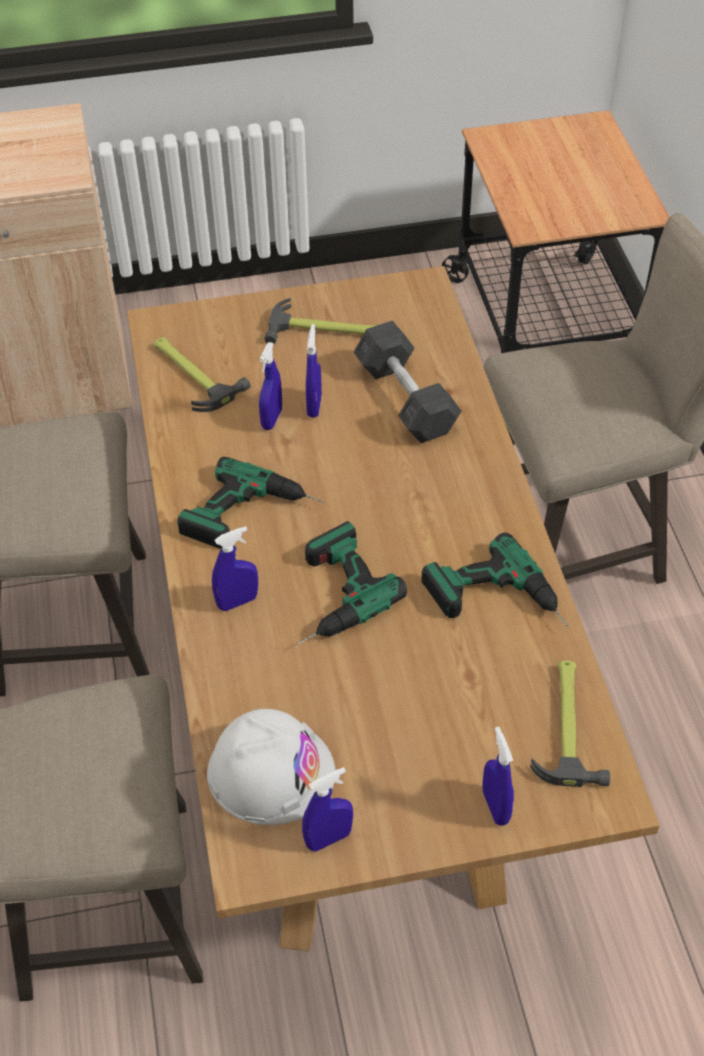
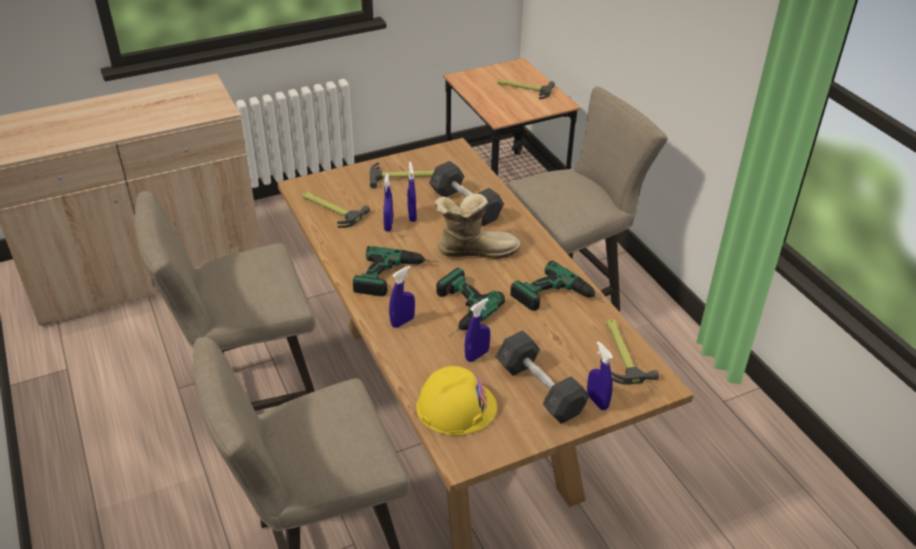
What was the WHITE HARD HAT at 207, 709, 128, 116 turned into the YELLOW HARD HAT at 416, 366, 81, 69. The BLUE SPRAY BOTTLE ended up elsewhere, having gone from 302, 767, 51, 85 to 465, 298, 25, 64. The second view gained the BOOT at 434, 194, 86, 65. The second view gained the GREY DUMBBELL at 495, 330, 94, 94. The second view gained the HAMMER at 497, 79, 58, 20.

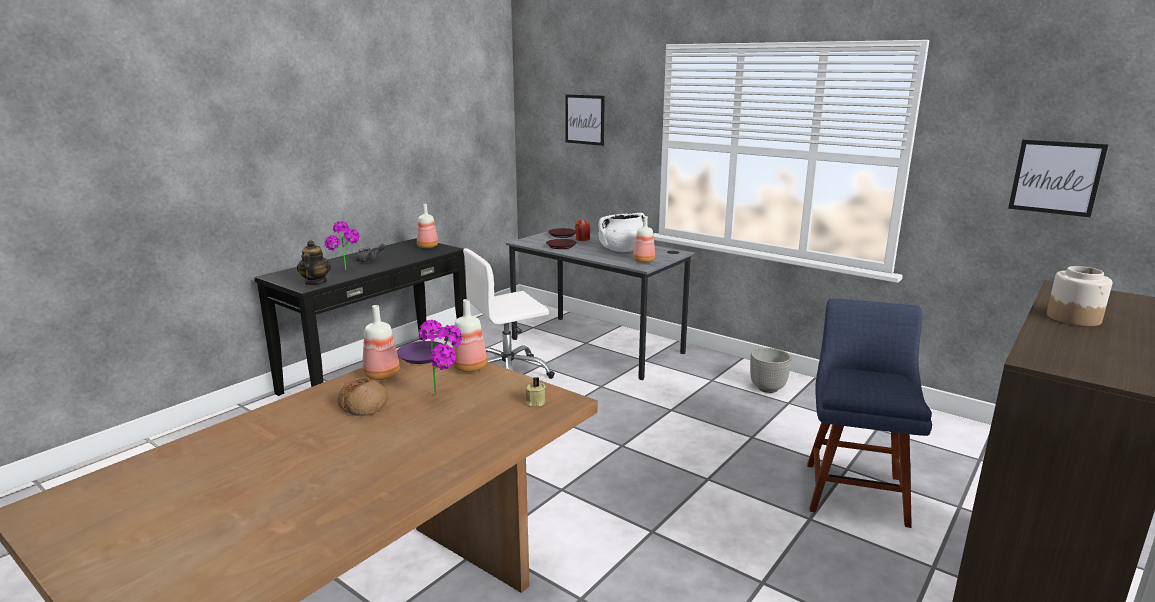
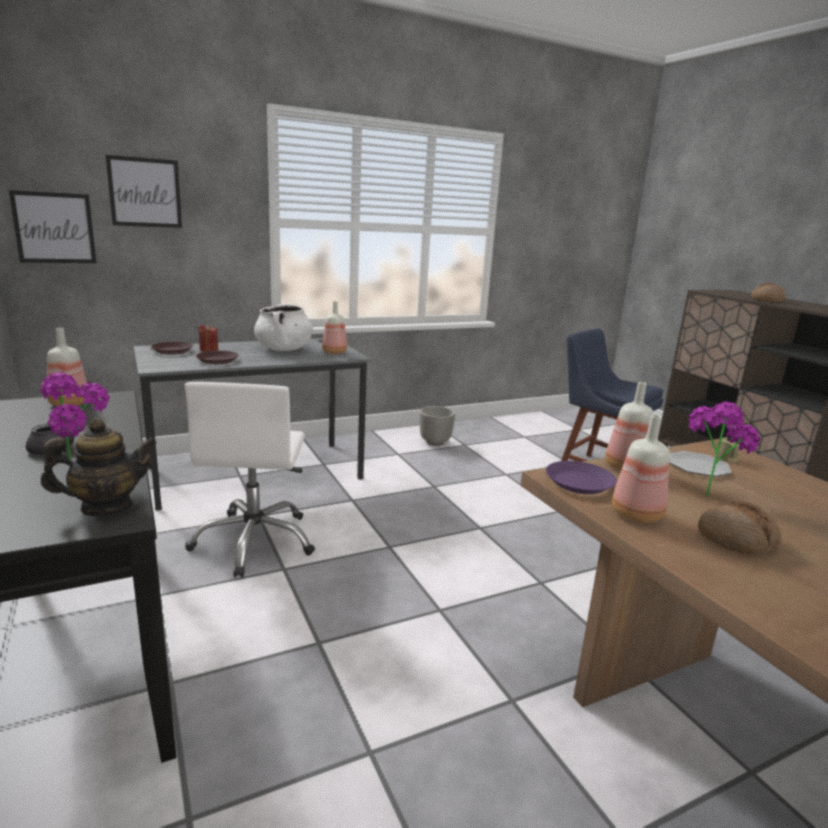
The TEAPOT at 297, 240, 34, 45 ended up facing another way, 135 degrees clockwise from before. The PICTURE ended up elsewhere, having gone from 1008, 140, 101, 77 to 9, 190, 87, 73. Where the JAR stood at 1047, 266, 65, 60, the BREAD came to stand at 751, 283, 35, 20. The second view gained the PLATE at 669, 451, 63, 26.

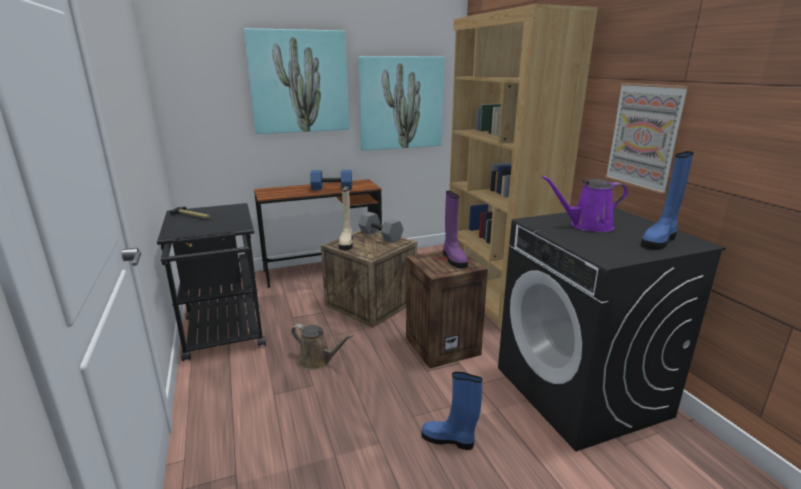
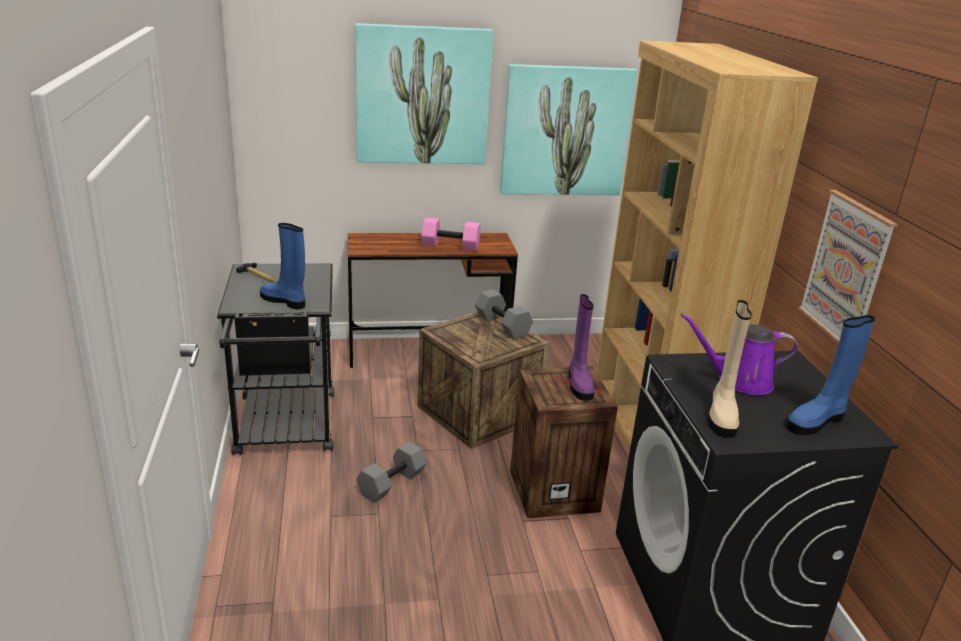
Where the BROWN WATERING CAN stood at 291, 324, 62, 46, the GREY DUMBBELL came to stand at 356, 442, 71, 61. What was the BLUE DUMBBELL at 310, 170, 42, 20 turned into the PINK DUMBBELL at 421, 217, 59, 34. The BEIGE BOOT ended up elsewhere, having gone from 339, 185, 14, 65 to 708, 300, 44, 138. The BLUE BOOT ended up elsewhere, having gone from 422, 372, 60, 78 to 260, 223, 45, 86.

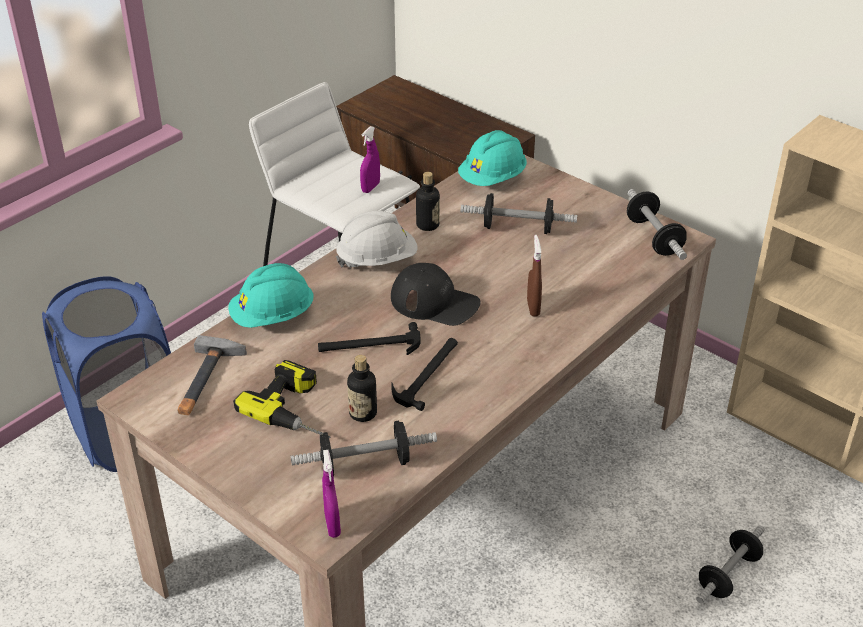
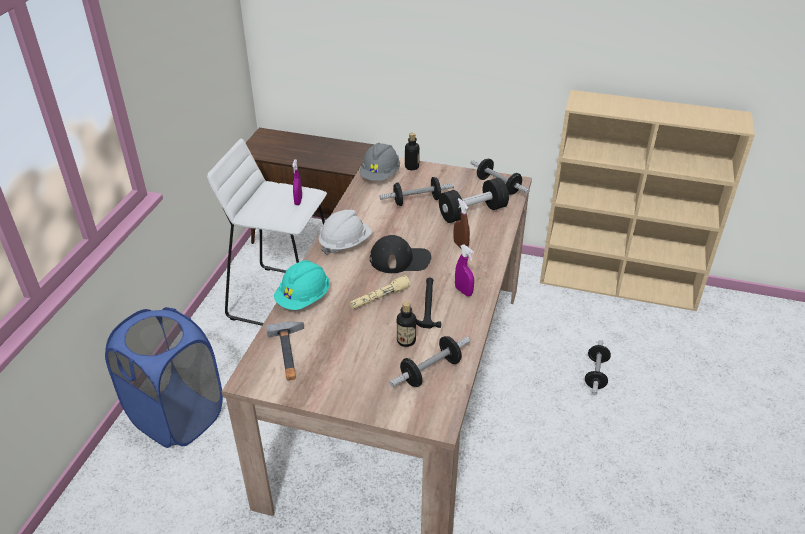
The second view lost the POWER DRILL at 233, 360, 97, 78. Where the HAMMER stood at 318, 322, 103, 33, the BEIGE FLASHLIGHT came to stand at 350, 275, 60, 34. The PURPLE SPRAY BOTTLE ended up elsewhere, having gone from 322, 450, 19, 88 to 455, 245, 19, 52. The BOTTLE ended up elsewhere, having gone from 416, 172, 24, 59 to 405, 133, 15, 37. What was the TURQUOISE HARD HAT at 458, 130, 69, 56 turned into the GREY HARD HAT at 360, 143, 40, 38. The second view gained the BLACK DUMBBELL at 439, 178, 70, 45.

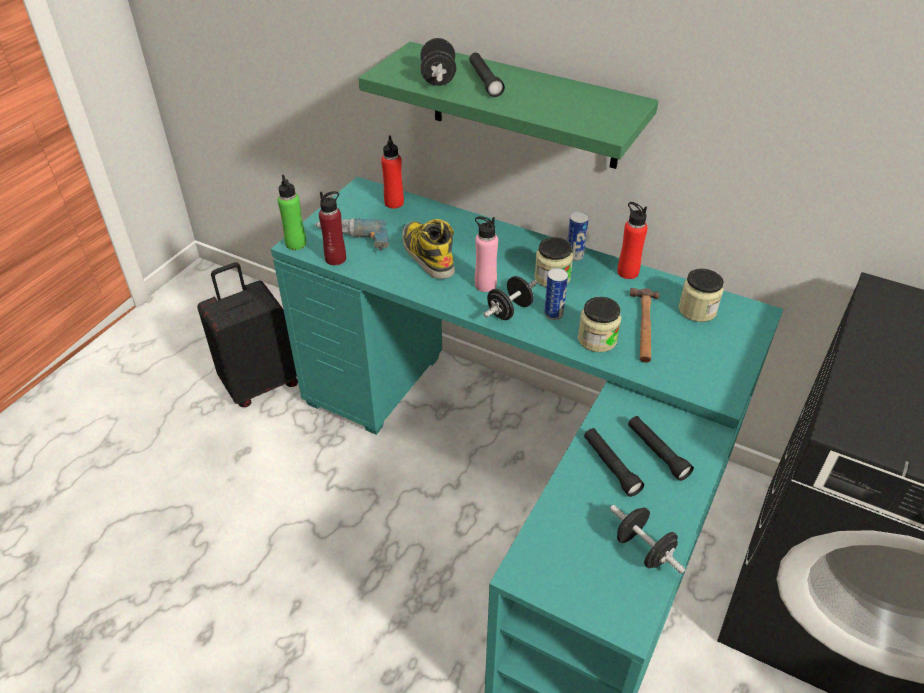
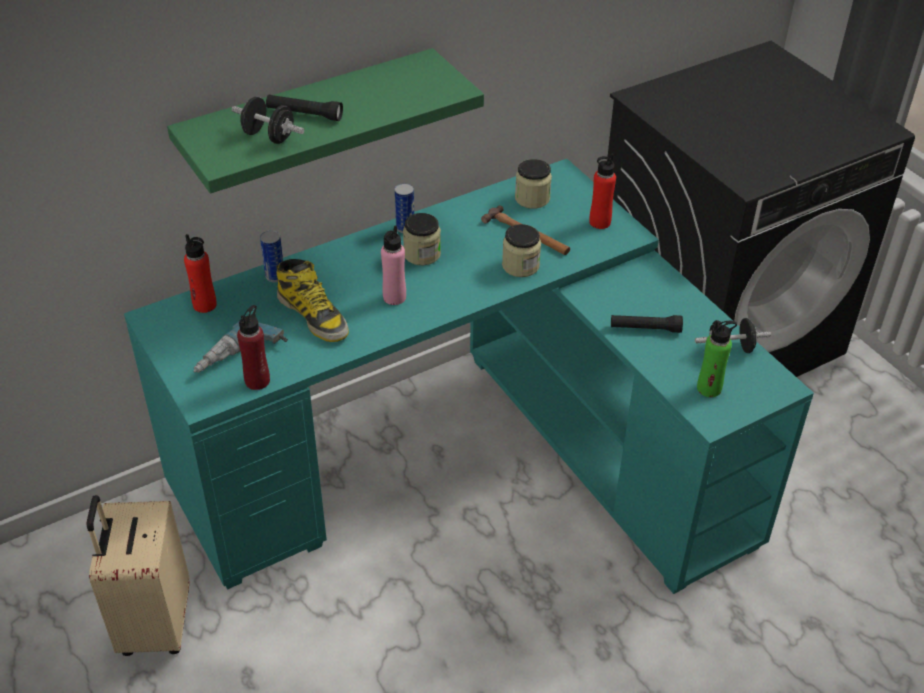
What was the BLACK SUITCASE at 197, 262, 101, 145 turned into the BEIGE SUITCASE at 87, 495, 103, 161. The GREEN BOTTLE ended up elsewhere, having gone from 277, 175, 29, 75 to 697, 320, 40, 77. The BOOT at 402, 219, 53, 60 ended up facing another way, 135 degrees counterclockwise from before. The second view lost the BLACK DUMBBELL at 483, 276, 54, 44. The CAN ended up elsewhere, having gone from 544, 268, 24, 52 to 260, 231, 23, 51. The RED BOTTLE ended up elsewhere, having gone from 617, 202, 31, 77 to 589, 154, 27, 75. The second view lost the BLACK FLASHLIGHT at 628, 416, 66, 65.

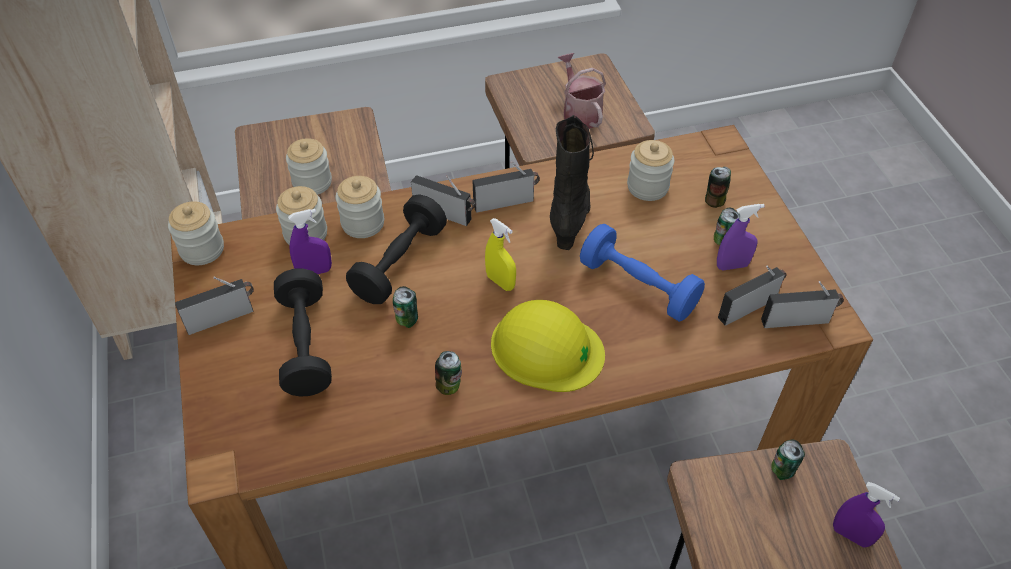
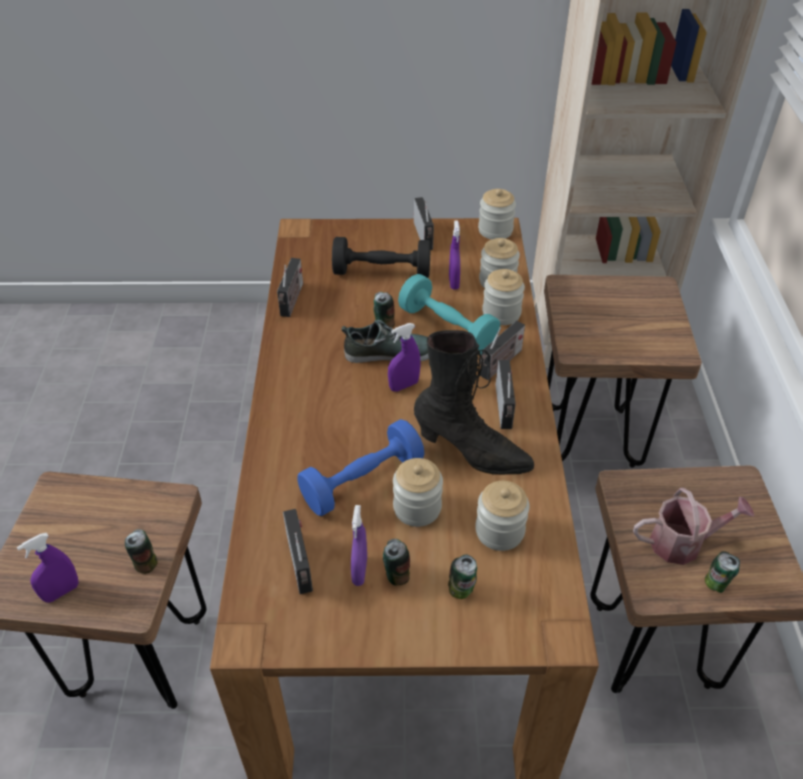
The JAR ended up elsewhere, having gone from 286, 138, 46, 57 to 393, 458, 50, 69. What was the BLACK DUMBBELL at 346, 194, 101, 110 turned into the TURQUOISE DUMBBELL at 398, 274, 102, 81. The CAN ended up elsewhere, having gone from 435, 351, 27, 44 to 705, 551, 35, 42. What was the YELLOW SPRAY BOTTLE at 485, 218, 31, 73 turned into the PURPLE SPRAY BOTTLE at 388, 323, 33, 68. The second view lost the YELLOW HARD HAT at 491, 300, 114, 92. The RADIO ended up elsewhere, having gone from 761, 281, 83, 47 to 277, 258, 26, 59. The second view gained the SHOE at 341, 320, 88, 43.

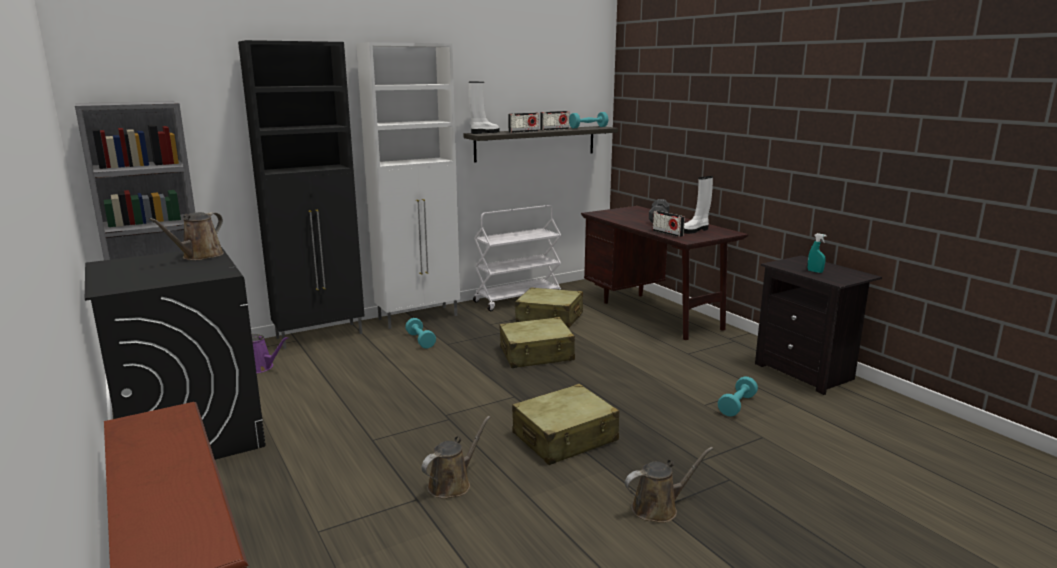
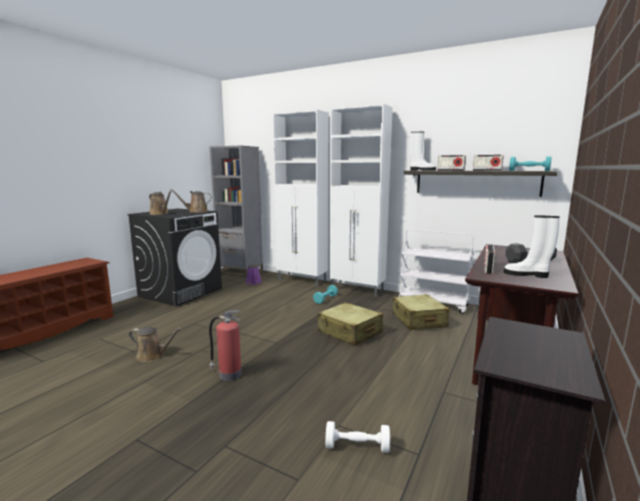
What was the BLACK CABINET at 238, 40, 126, 309 turned into the WHITE CABINET at 272, 109, 57, 178. Where the BEIGE SUITCASE stood at 512, 384, 107, 81, the FIRE EXTINGUISHER came to stand at 209, 310, 33, 71. The BROWN WATERING CAN ended up elsewhere, having gone from 625, 447, 88, 76 to 149, 191, 23, 24. What was the TURQUOISE DUMBBELL at 718, 376, 40, 41 turned into the WHITE DUMBBELL at 325, 421, 65, 32. The second view lost the TURQUOISE SPRAY BOTTLE at 808, 233, 19, 40.

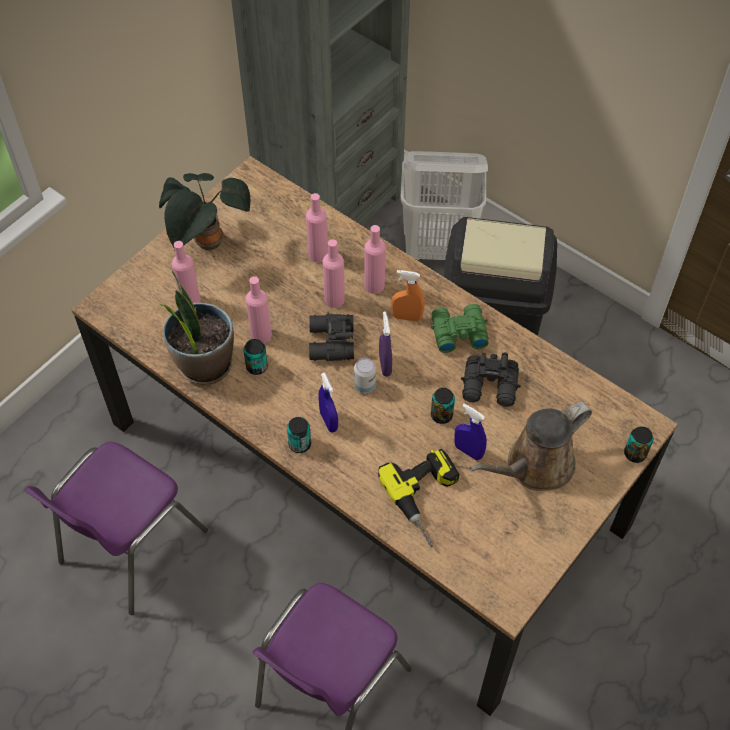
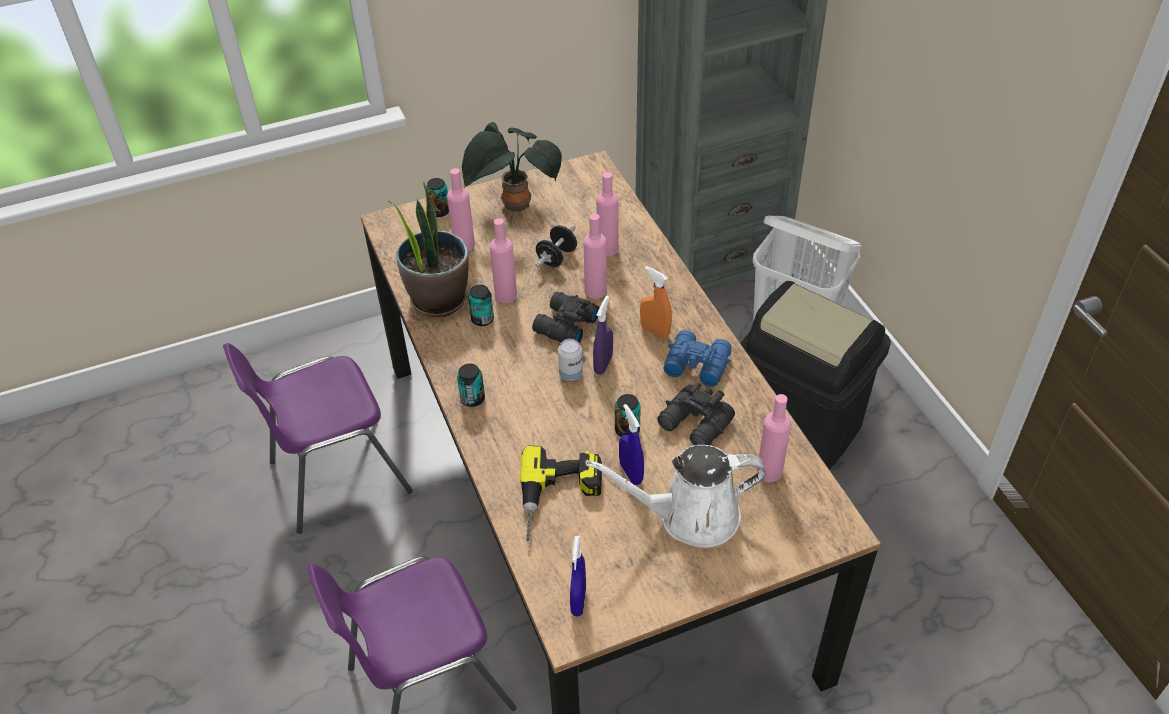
The BLUE SPRAY BOTTLE ended up elsewhere, having gone from 318, 373, 20, 60 to 570, 536, 16, 81. The PINK BOTTLE ended up elsewhere, having gone from 364, 225, 22, 69 to 757, 394, 34, 88. What was the GREEN BINOCULARS at 431, 304, 58, 49 turned into the BLUE BINOCULARS at 663, 330, 69, 57. What was the BROWN WATERING CAN at 469, 402, 123, 89 turned into the WHITE WATERING CAN at 586, 445, 180, 103. The CAN ended up elsewhere, having gone from 624, 426, 29, 37 to 426, 178, 23, 39. The second view gained the BLACK DUMBBELL at 536, 225, 41, 42.

